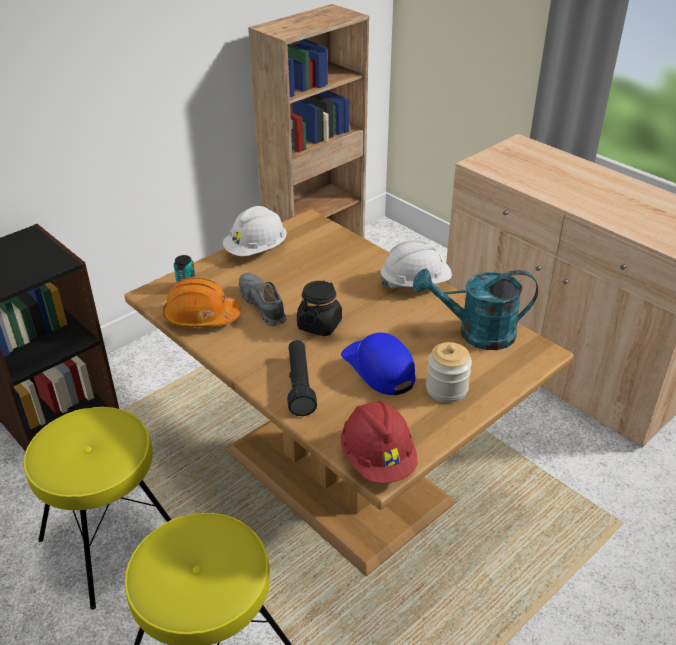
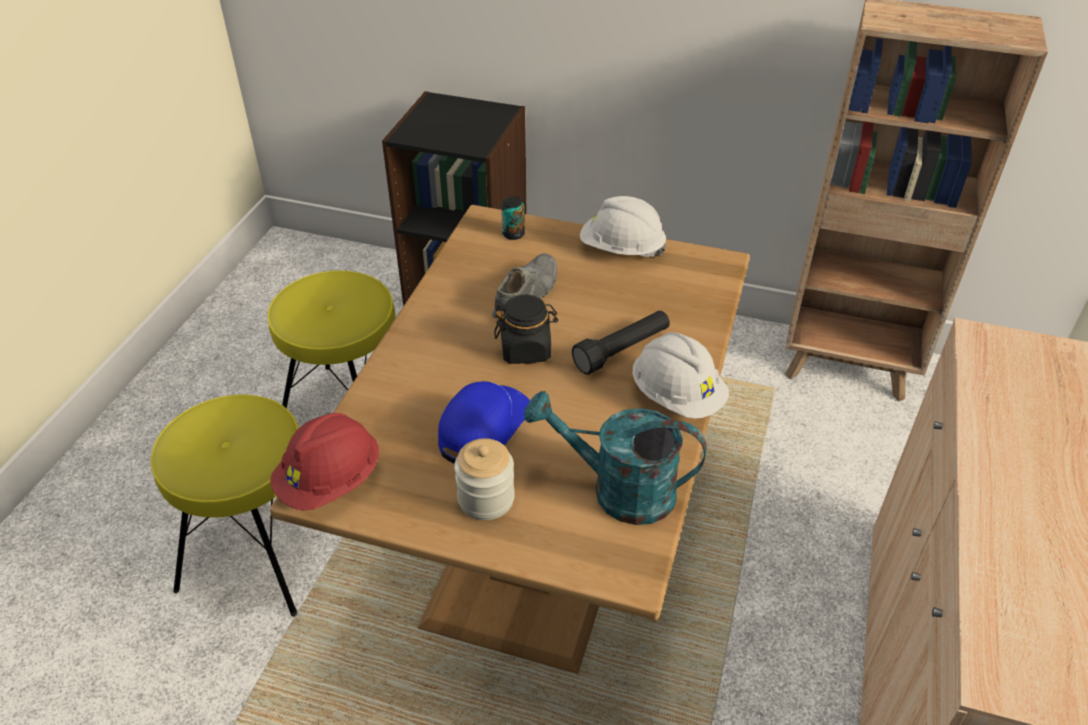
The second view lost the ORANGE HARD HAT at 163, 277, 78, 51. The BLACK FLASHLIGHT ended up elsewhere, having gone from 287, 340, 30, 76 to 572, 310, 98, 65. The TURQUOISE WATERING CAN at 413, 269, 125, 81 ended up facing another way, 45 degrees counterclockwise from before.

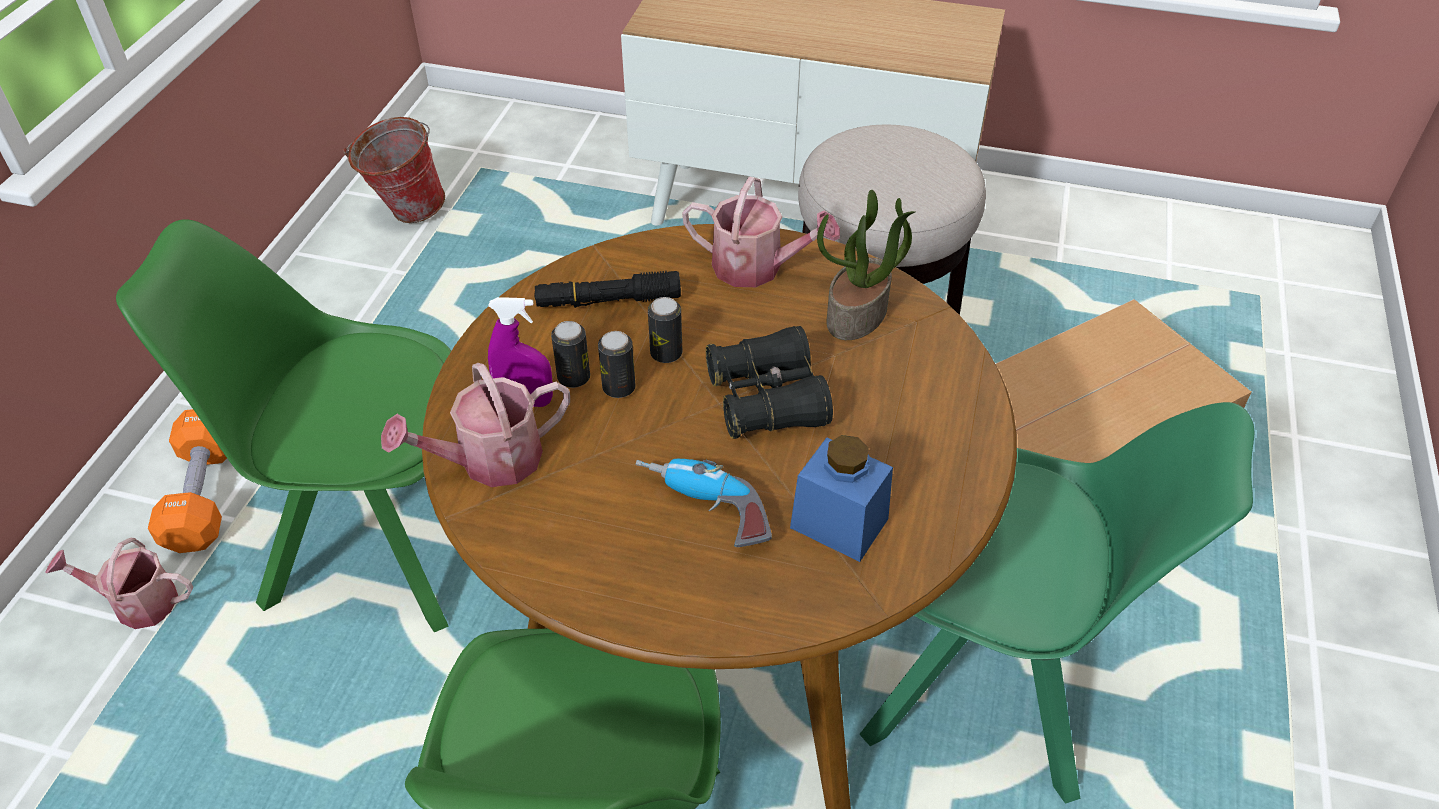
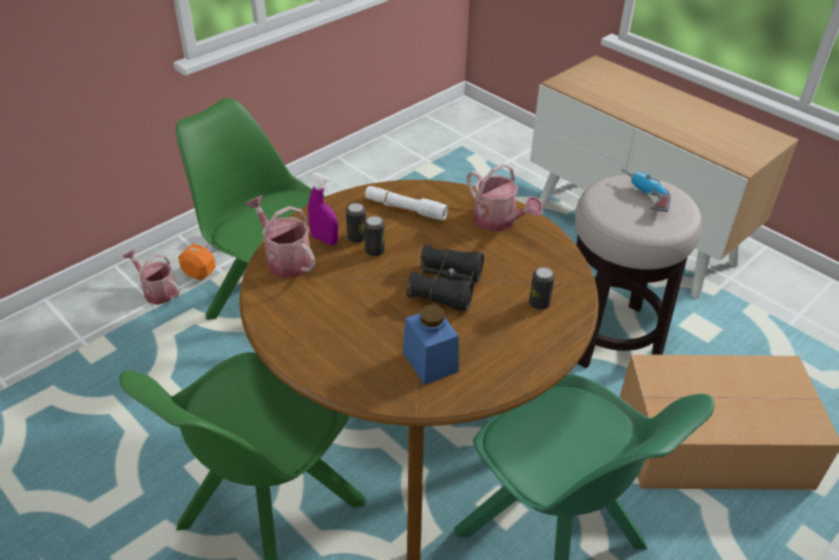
The second view lost the BUCKET at 343, 117, 102, 106. The WATERING CAN at 381, 363, 189, 124 ended up facing another way, 45 degrees clockwise from before. What was the BLACK FLASHLIGHT at 534, 271, 147, 37 turned into the WHITE FLASHLIGHT at 365, 186, 83, 34. The POWER DRILL ended up elsewhere, having gone from 636, 459, 136, 88 to 622, 169, 49, 43. The CAN ended up elsewhere, having gone from 648, 297, 34, 66 to 529, 267, 26, 43. The second view lost the POTTED PLANT at 817, 190, 98, 150.

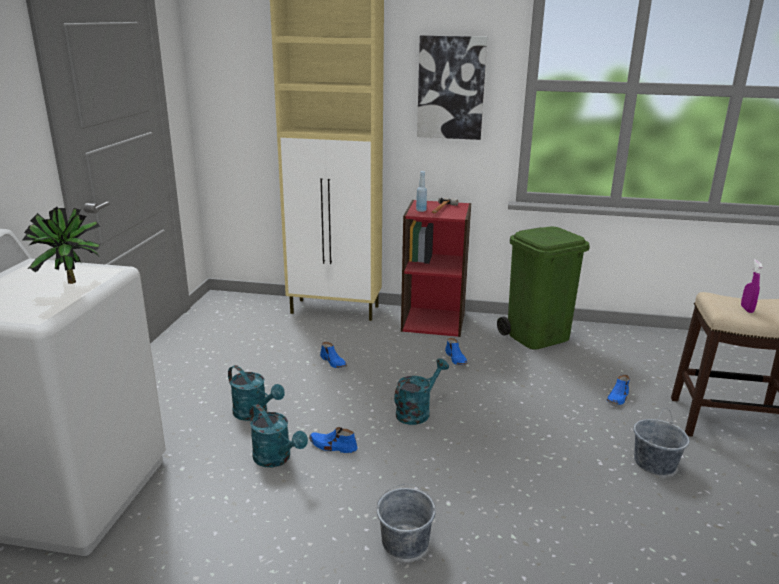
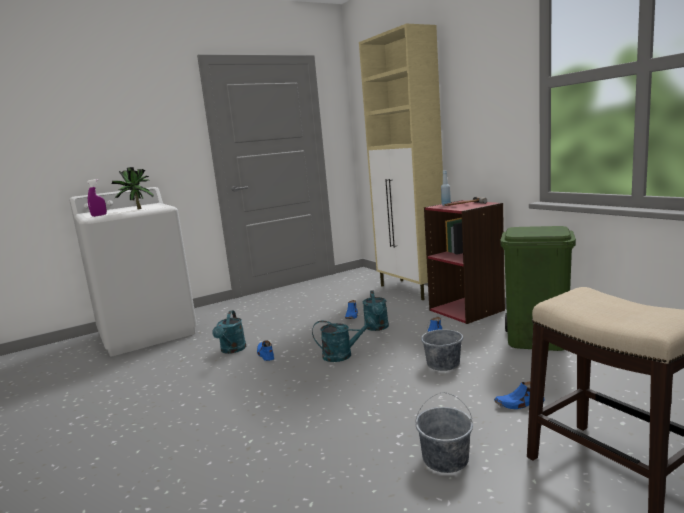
The TURQUOISE WATERING CAN ended up elsewhere, having gone from 228, 365, 57, 56 to 363, 290, 26, 41. The GREY BUCKET ended up elsewhere, having gone from 377, 484, 59, 75 to 421, 316, 42, 55. The second view lost the PICTURE at 417, 35, 70, 105. The PURPLE SPRAY BOTTLE ended up elsewhere, having gone from 741, 259, 22, 54 to 87, 179, 20, 38.

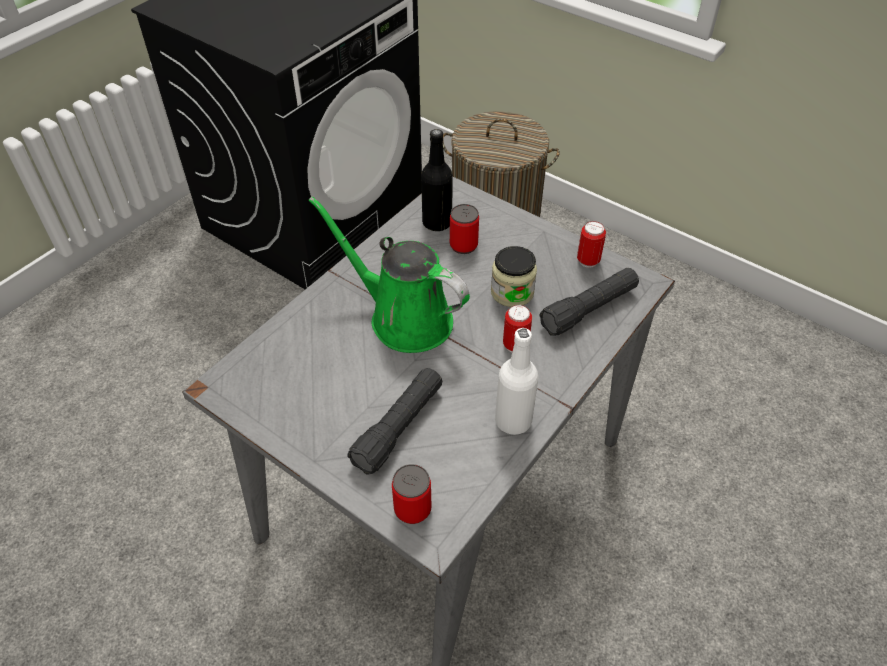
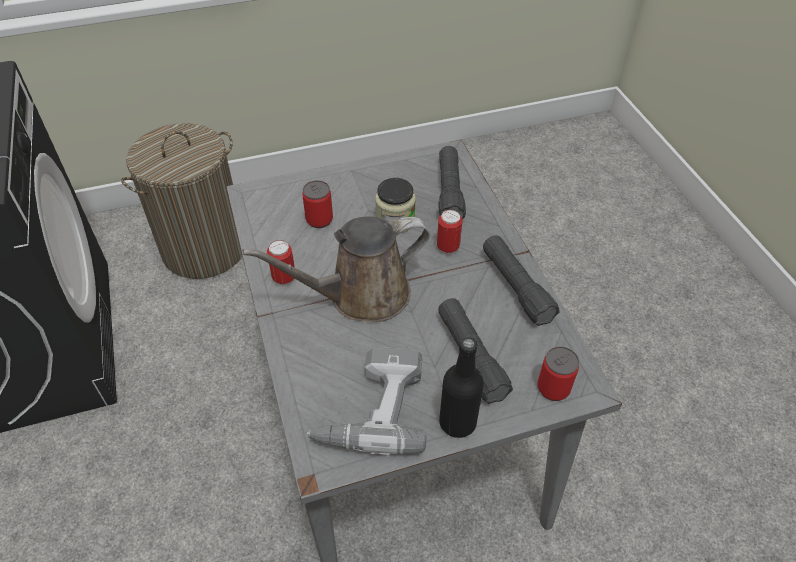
What was the GREEN WATERING CAN at 308, 196, 162, 157 turned into the BROWN WATERING CAN at 242, 216, 188, 106. The BLACK BOTTLE ended up elsewhere, having gone from 421, 129, 32, 102 to 439, 337, 45, 101. Where the WHITE BOTTLE stood at 495, 328, 44, 107, the BLACK FLASHLIGHT came to stand at 483, 235, 76, 91. The CAN ended up elsewhere, having gone from 577, 221, 29, 47 to 267, 240, 28, 45. The second view gained the POWER DRILL at 307, 347, 120, 108.

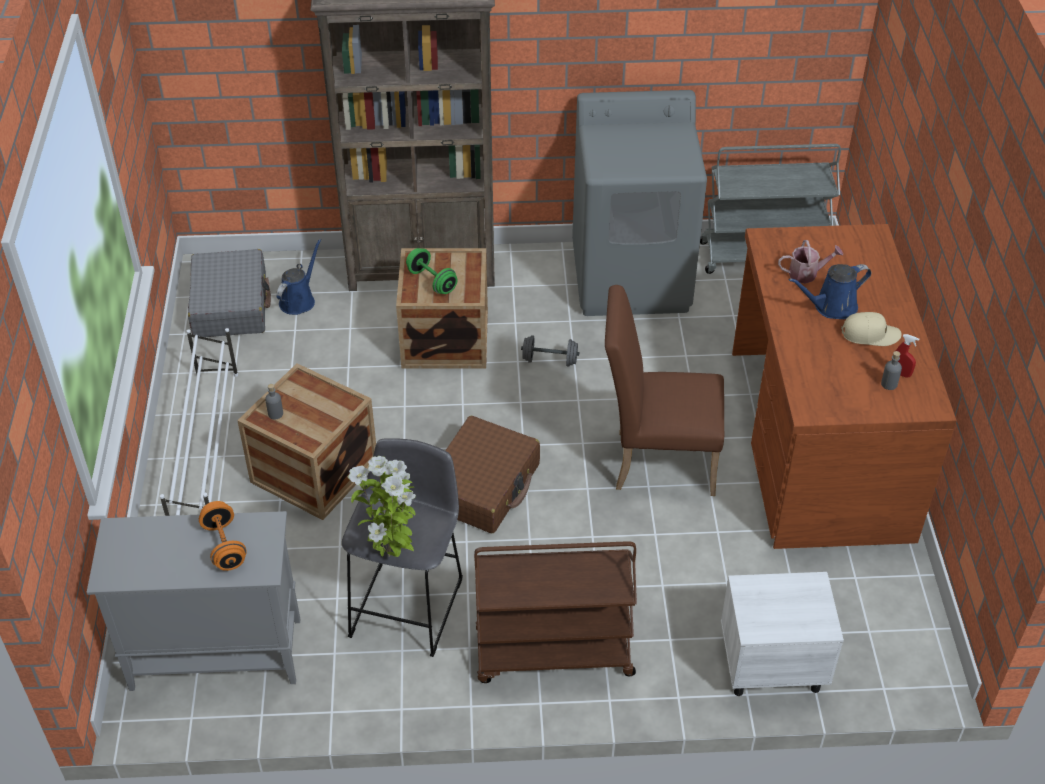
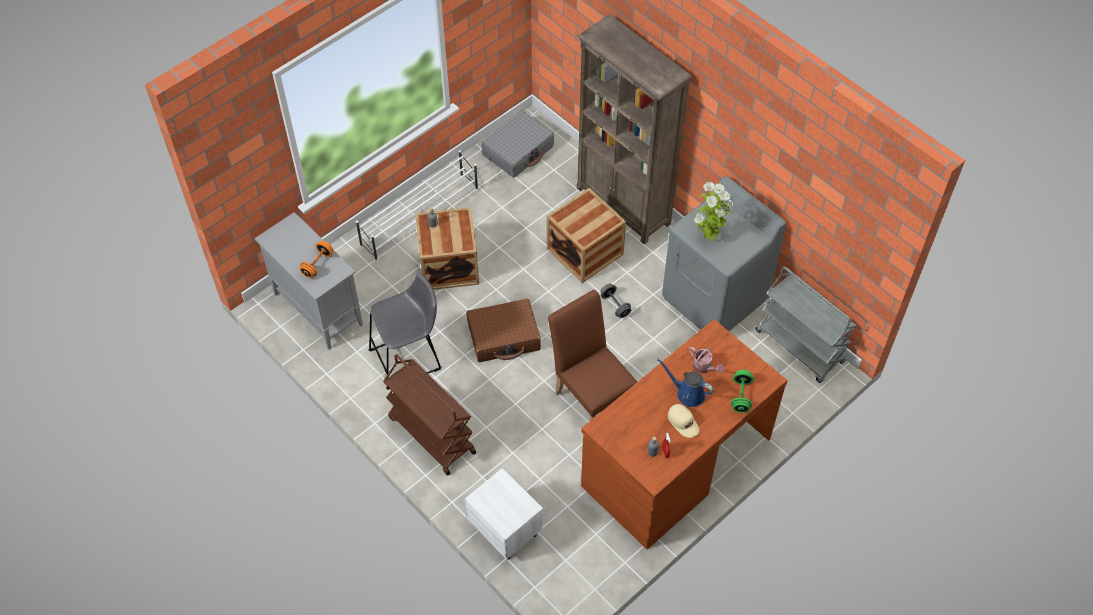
The second view lost the BLUE WATERING CAN at 276, 239, 45, 76. The POTTED PLANT ended up elsewhere, having gone from 348, 456, 68, 101 to 694, 182, 39, 59. The GREEN DUMBBELL ended up elsewhere, having gone from 406, 248, 51, 46 to 731, 370, 23, 43.

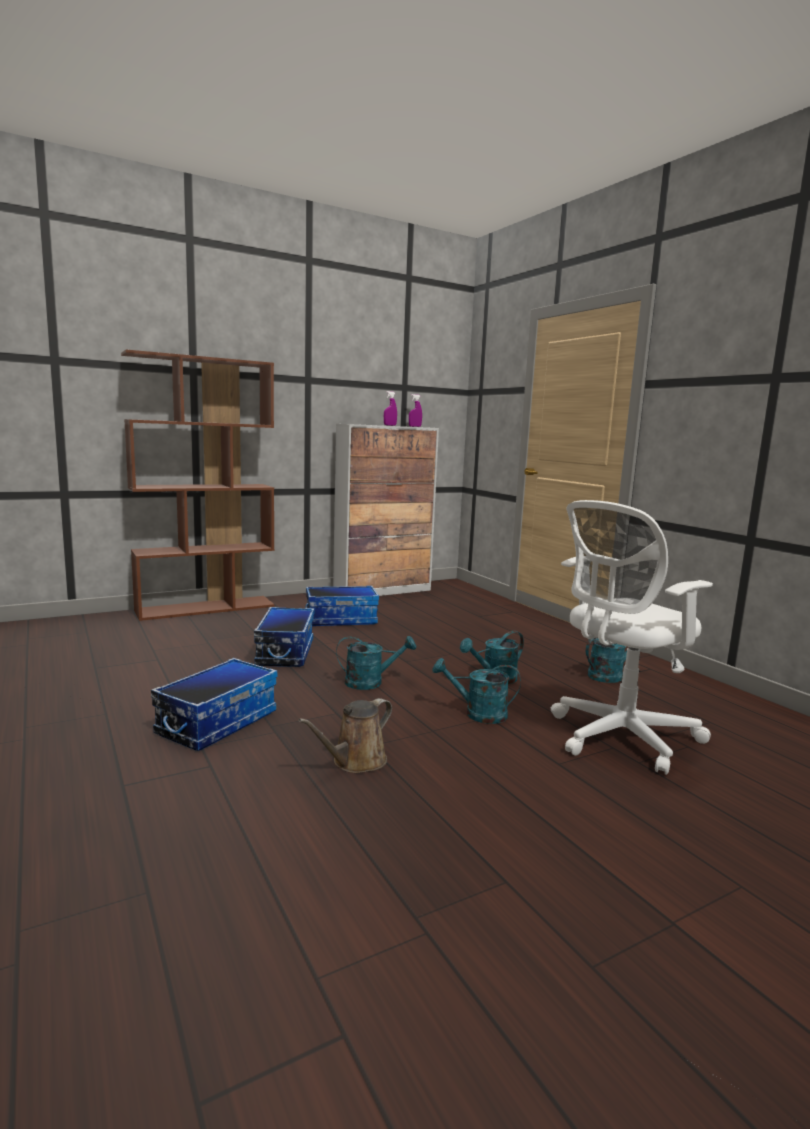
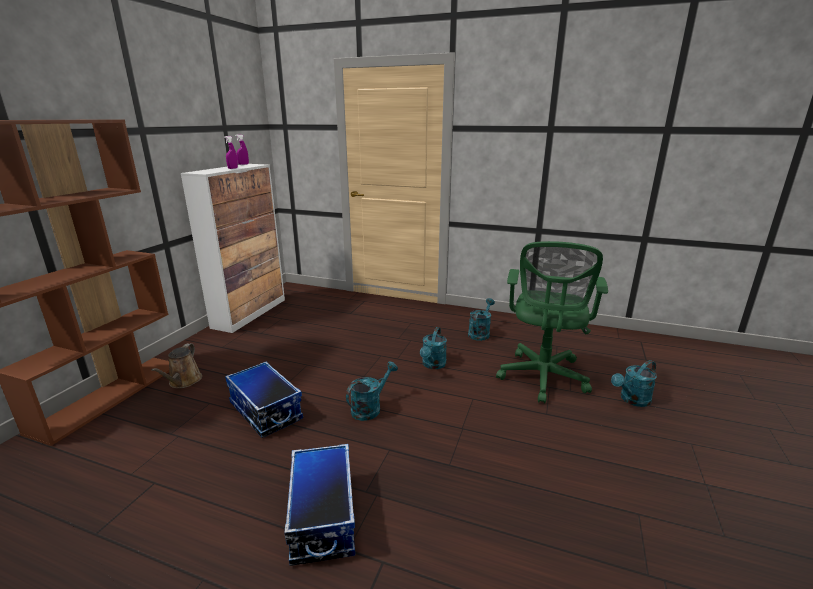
The BROWN WATERING CAN ended up elsewhere, having gone from 298, 698, 94, 75 to 151, 343, 51, 45. The second view lost the STORAGE BOX at 305, 586, 74, 40. The TURQUOISE WATERING CAN ended up elsewhere, having gone from 432, 658, 89, 66 to 611, 360, 46, 47. What was the WHITE OFFICE CHAIR at 551, 500, 162, 275 turned into the GREEN OFFICE CHAIR at 496, 241, 112, 162.

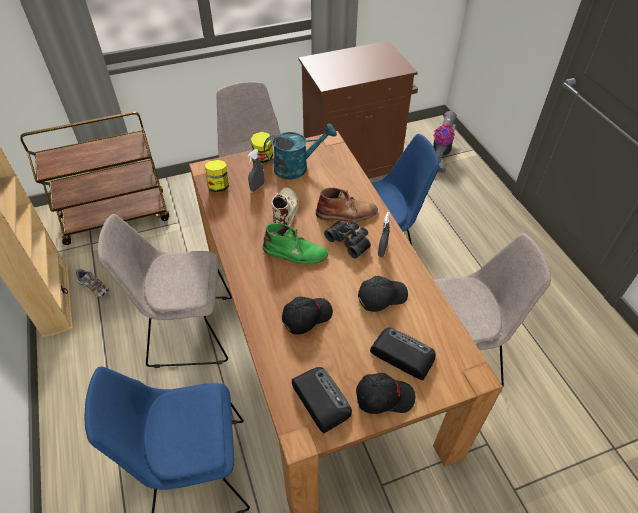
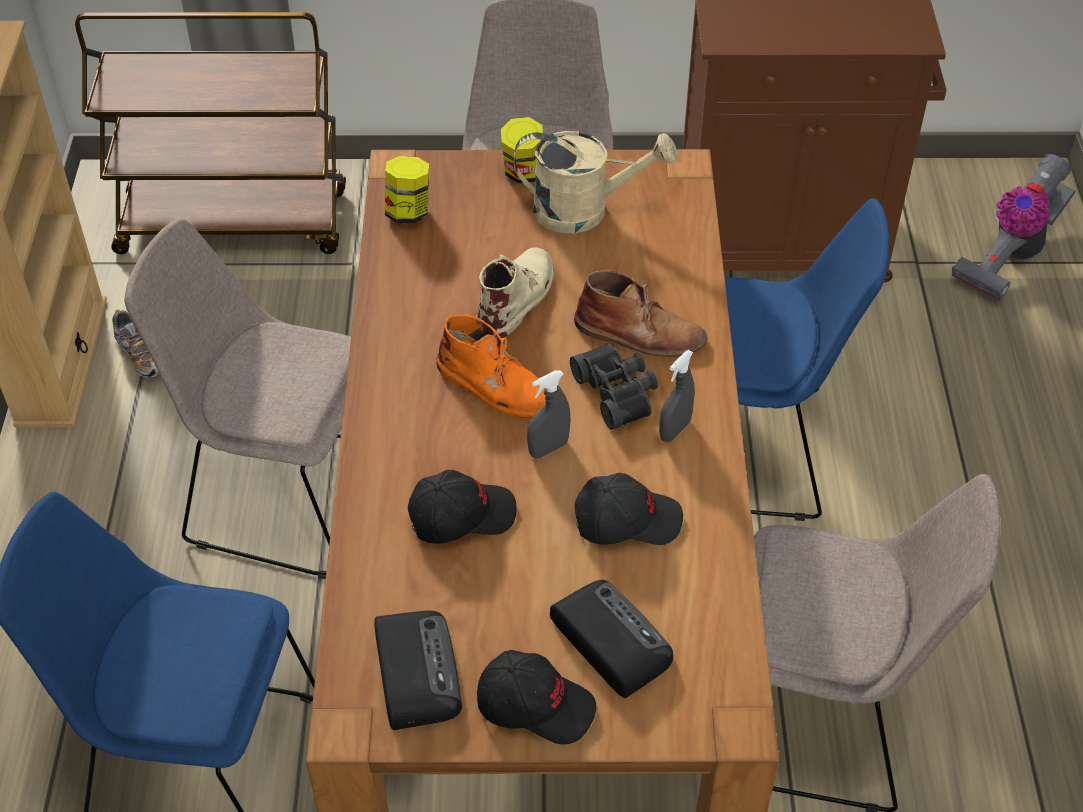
The GREY SPRAY BOTTLE ended up elsewhere, having gone from 247, 149, 17, 43 to 527, 370, 44, 88. What was the GREEN BOOT at 263, 223, 65, 41 turned into the ORANGE BOOT at 436, 314, 110, 104. What was the TURQUOISE WATERING CAN at 264, 124, 73, 55 turned into the BEIGE WATERING CAN at 514, 131, 163, 102.

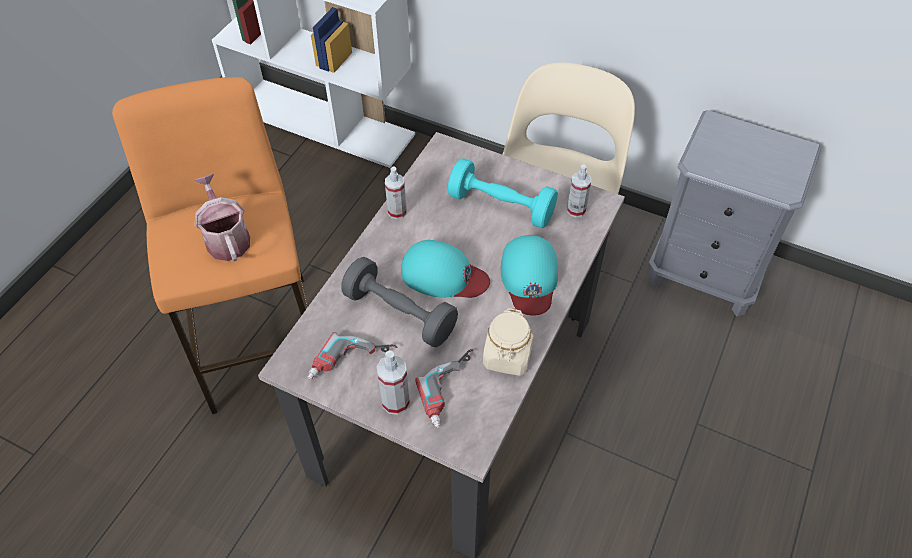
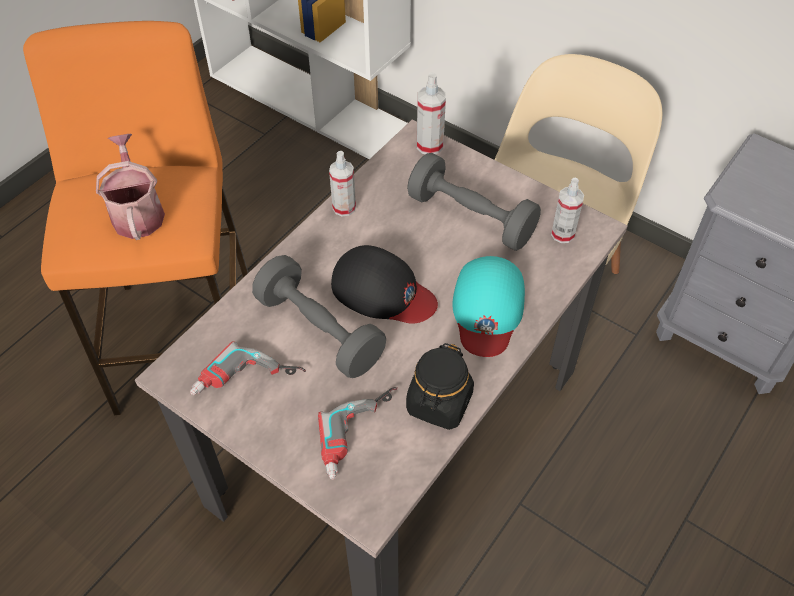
The SPRAY BOTTLE ended up elsewhere, having gone from 376, 350, 34, 65 to 417, 72, 29, 82. What was the TURQUOISE CAP at 401, 240, 89, 58 turned into the BLACK CAP at 331, 245, 107, 79. What was the TURQUOISE DUMBBELL at 448, 158, 110, 70 turned into the GREY DUMBBELL at 407, 153, 134, 98. What was the BEIGE JAR at 483, 308, 51, 68 turned into the BLACK JAR at 406, 343, 68, 87.

